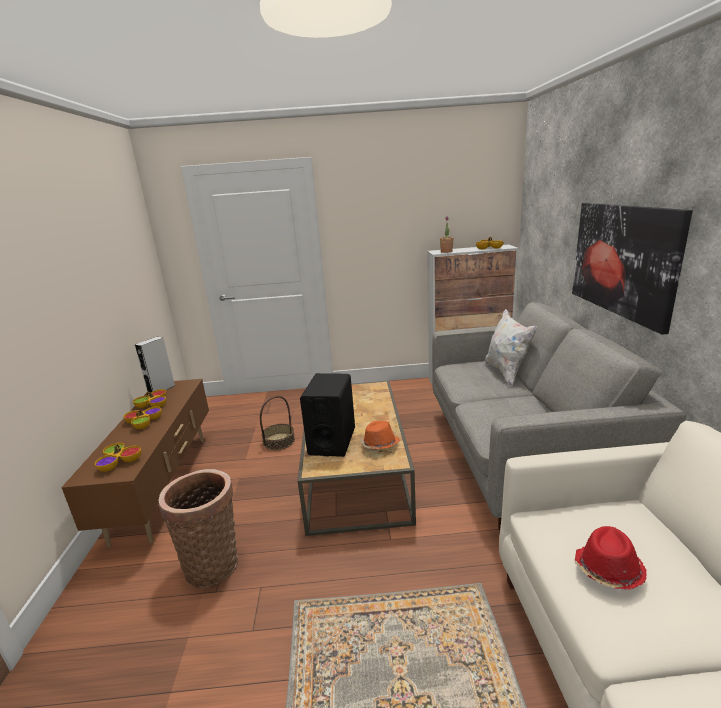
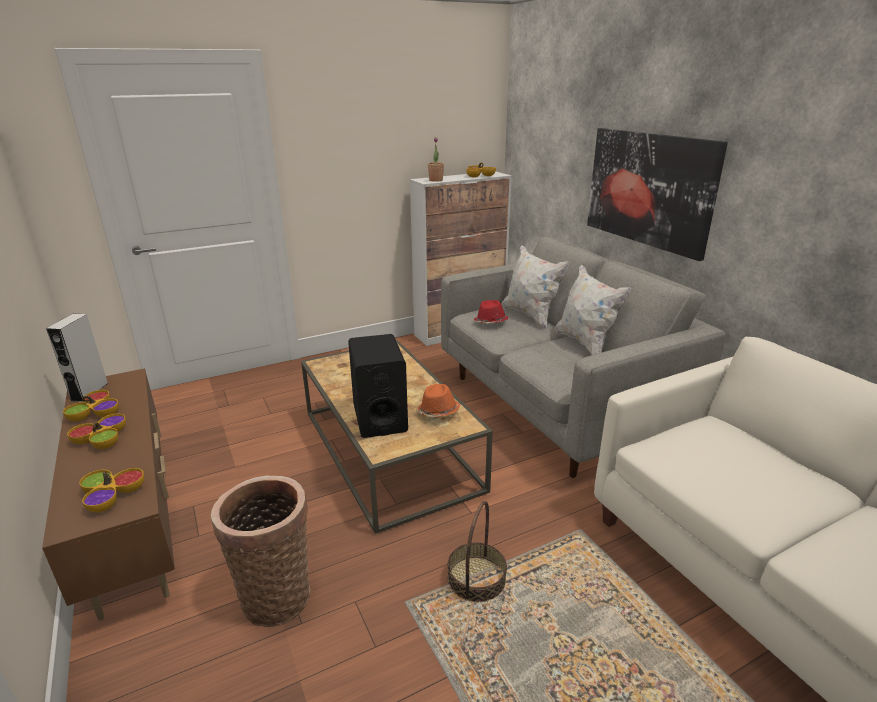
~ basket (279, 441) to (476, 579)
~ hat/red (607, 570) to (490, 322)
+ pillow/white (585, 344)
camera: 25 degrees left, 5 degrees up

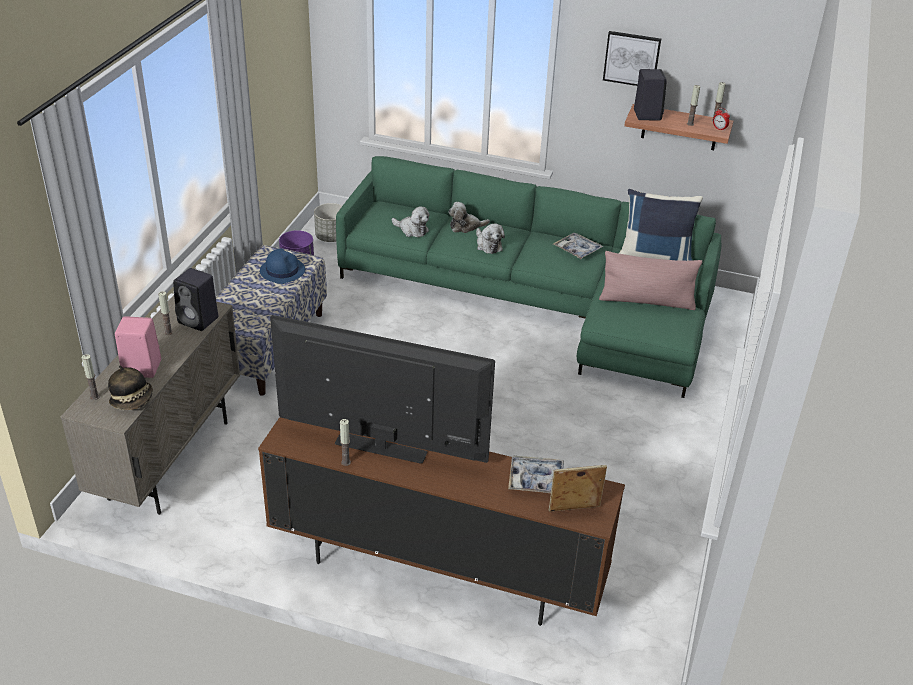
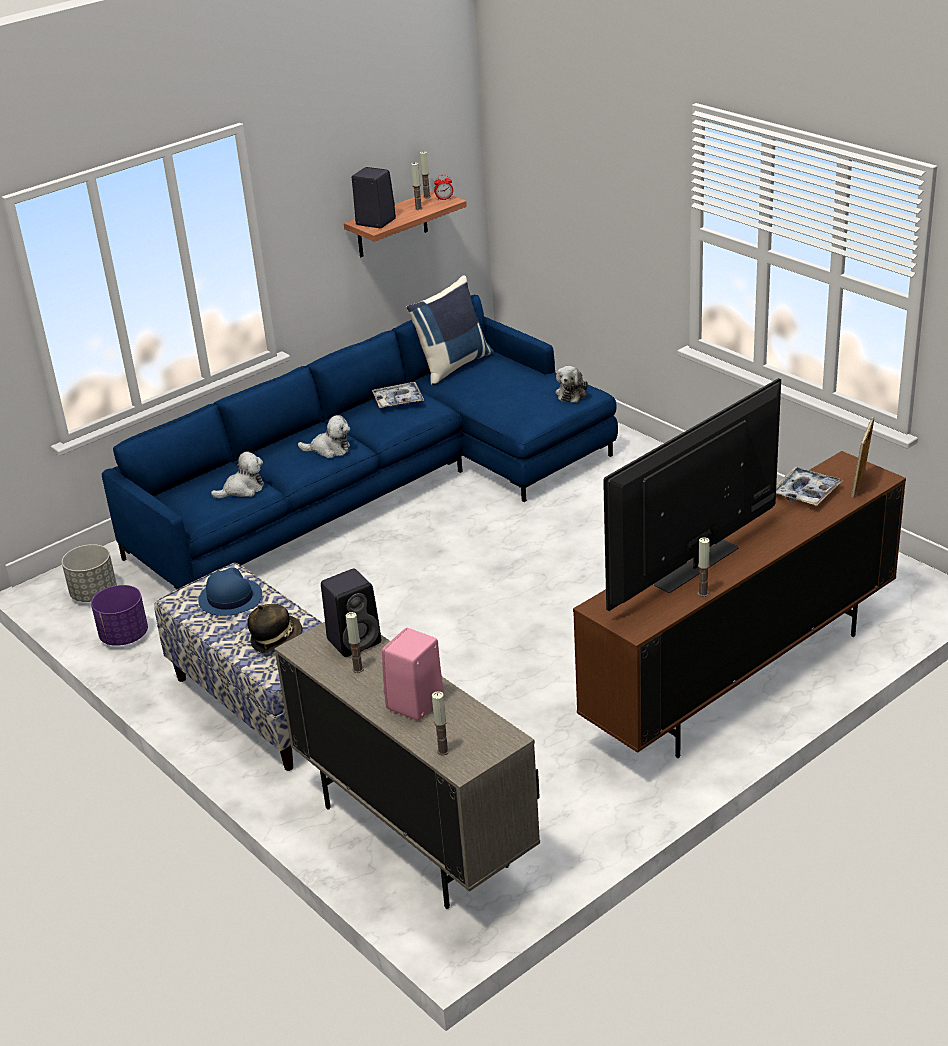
~ sofa/green (539, 301) to sofa/blue (382, 487)
~ hat (132, 400) to (276, 639)
~ plush toy (465, 227) to (572, 393)
- pillow/pink (646, 301)
- picture (631, 59)
camera: 55 degrees left, 5 degrees down

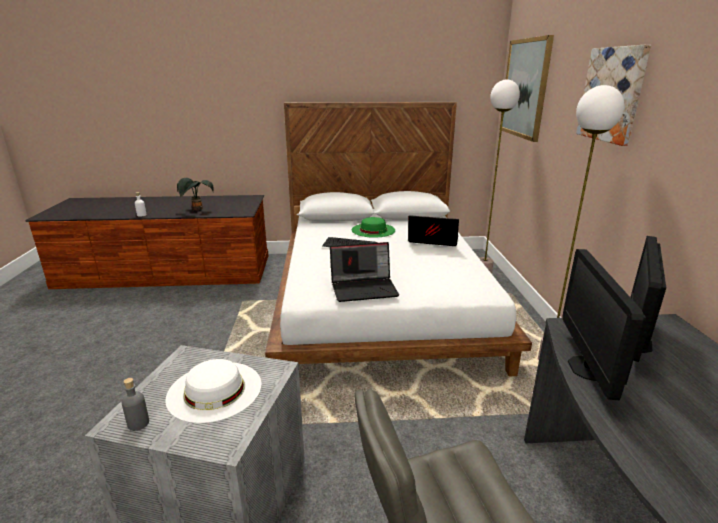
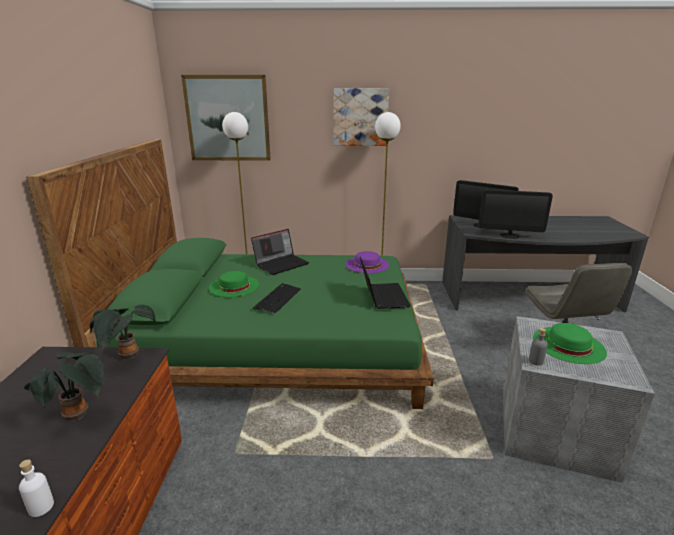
~ bed/white (381, 301) to bed/green (277, 342)
+ potted plant (128, 357)
~ laptop (432, 241) = (281, 264) 150 degrees counterclockwise
+ hat/purple (367, 264)
~ bottle/grey (138, 423) to (535, 361)
~ hat/white (214, 390) to hat/green (568, 344)
camera: 85 degrees left, 0 degrees up

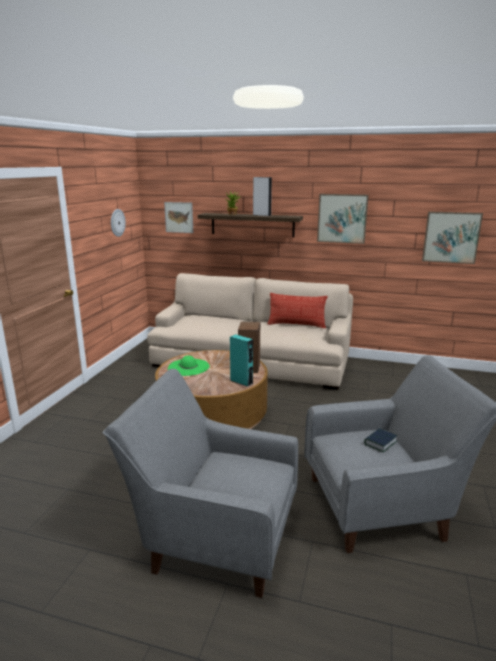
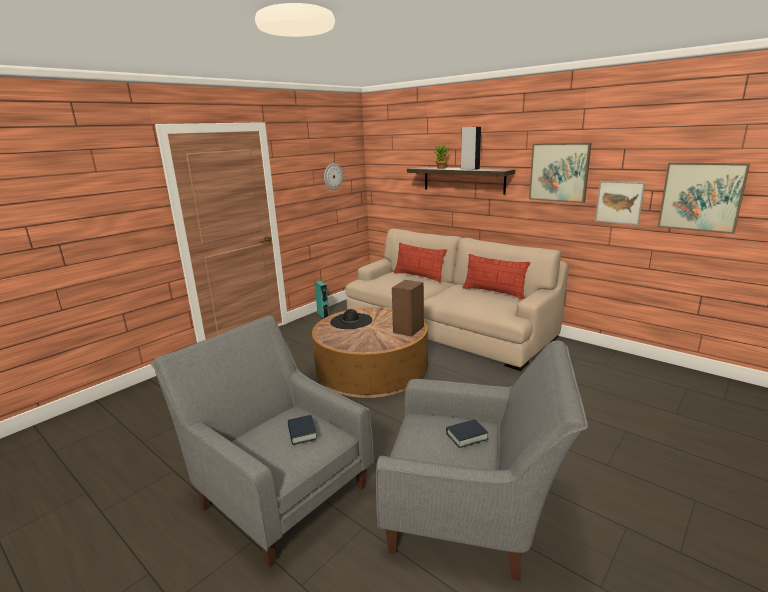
+ book (302, 433)
~ speaker/turquoise (241, 382) to (323, 315)
~ hat/green (188, 367) to hat/black (351, 321)
+ pillow (419, 276)
~ picture (179, 217) to (619, 202)
camera: 25 degrees right, 0 degrees up

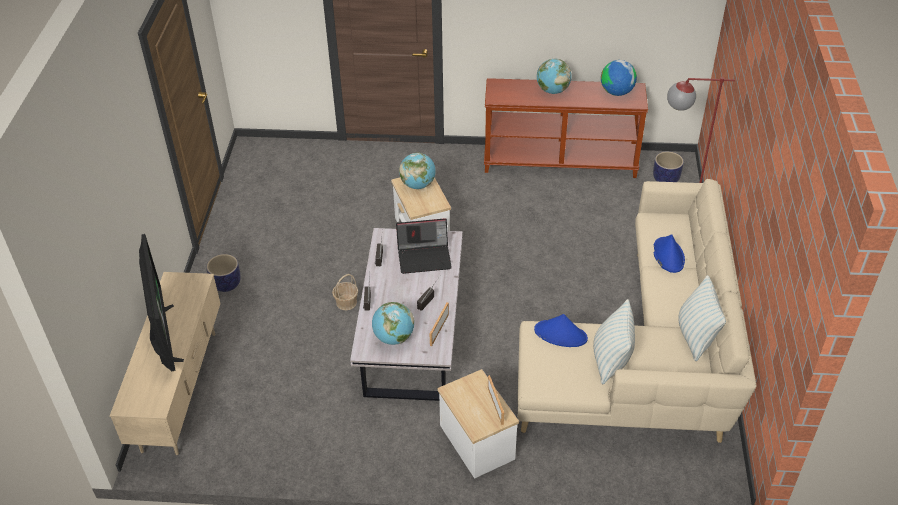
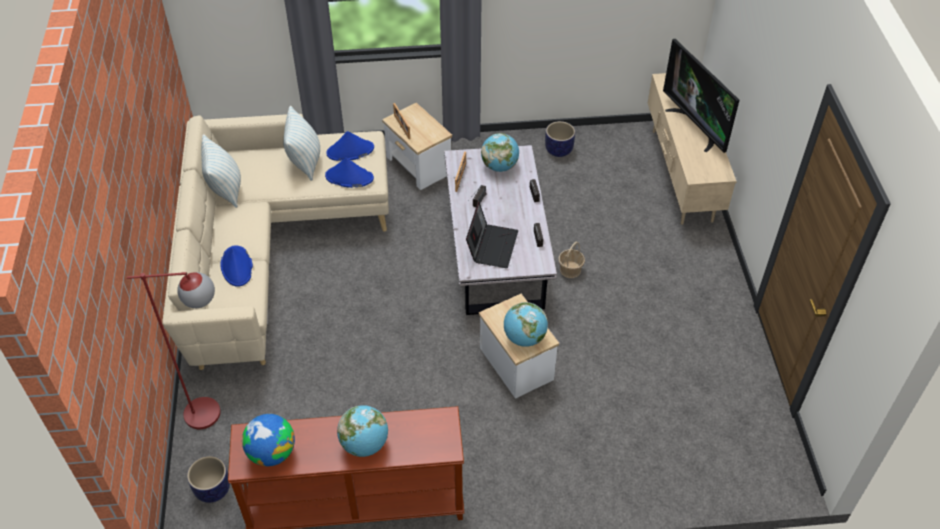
+ hat/blue (350, 151)
~ laptop (425, 257) = (492, 245) 120 degrees clockwise
~ planter (226, 284) to (559, 150)
camera: 170 degrees right, 5 degrees up

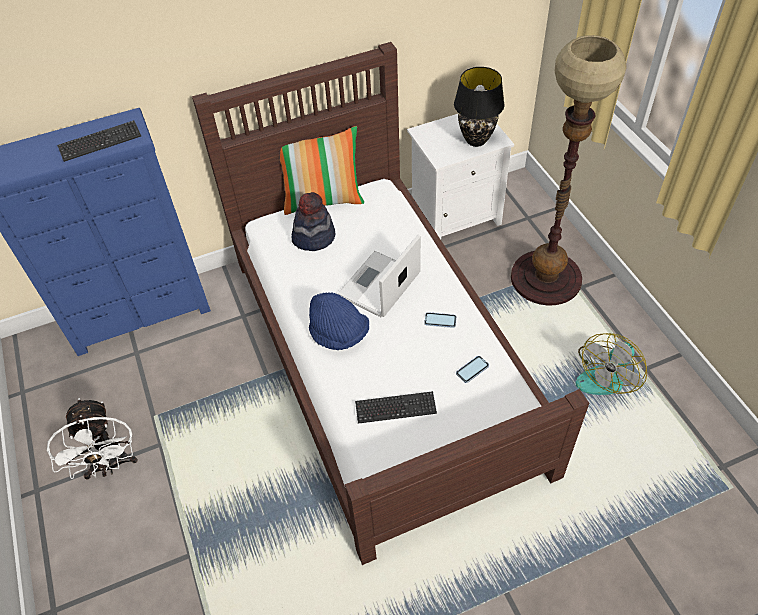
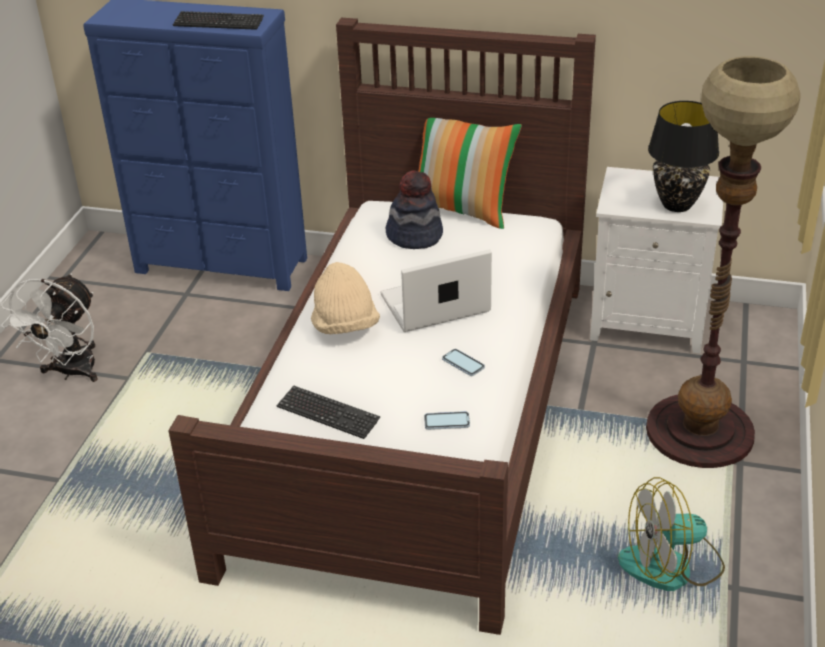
~ hat/blue (339, 334) to hat/beige (345, 326)
camera: 35 degrees right, 15 degrees down

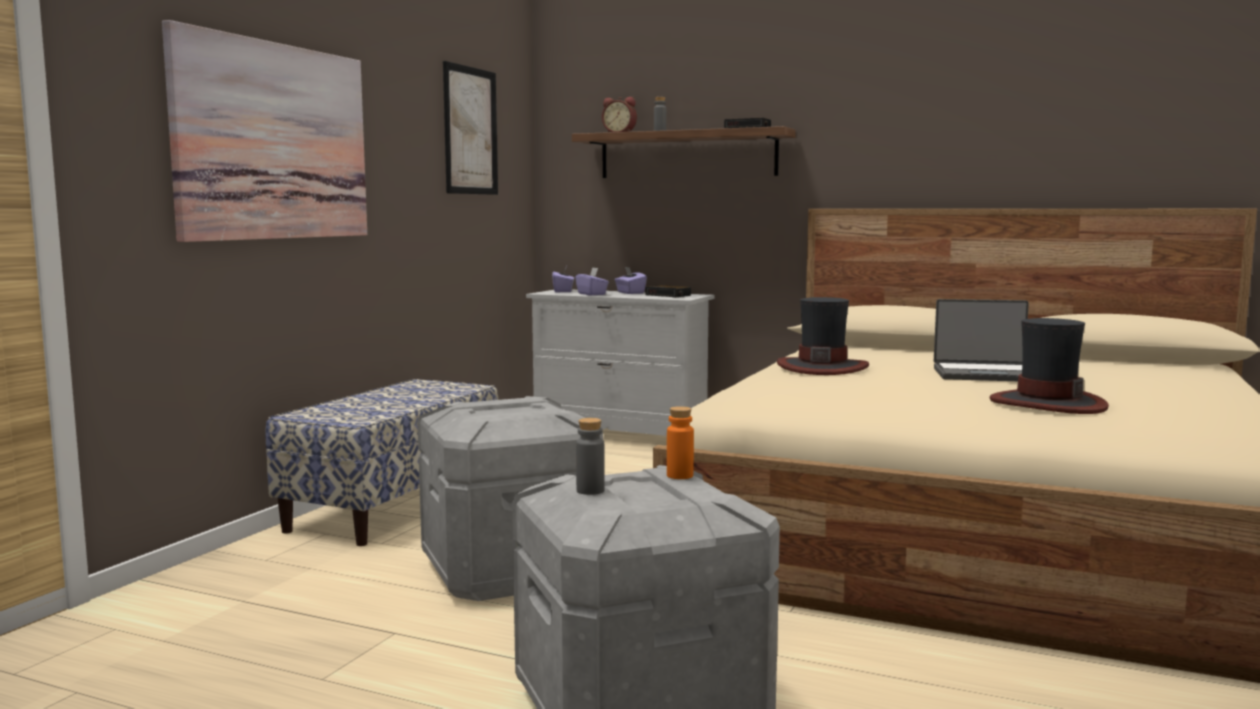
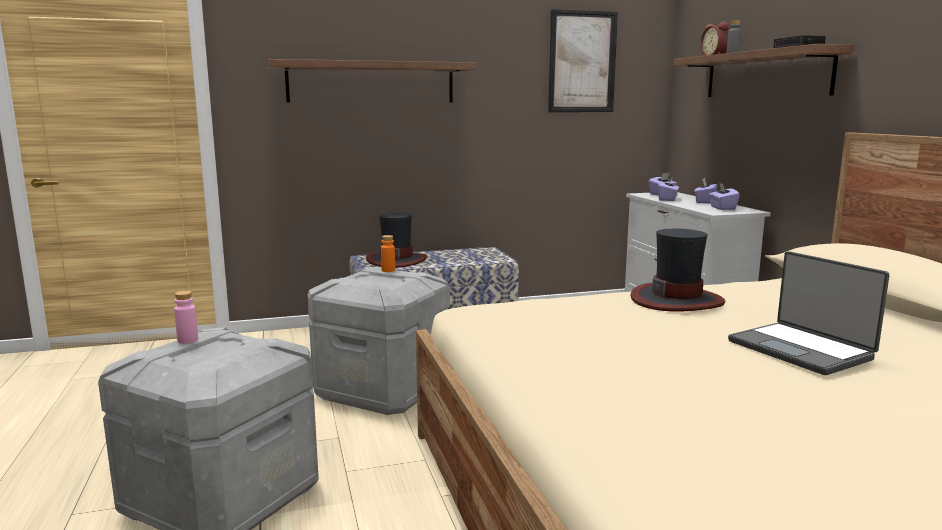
~ bottle/grey (590, 491) to bottle/pink (188, 340)
~ picture (274, 142) to shelf (371, 82)
~ hat (1046, 404) to (396, 260)
~ bottle/orange (680, 475) to (388, 270)
~ alarm clock (668, 295) to tissue box/purple (722, 208)
camera: 50 degrees right, 5 degrees up

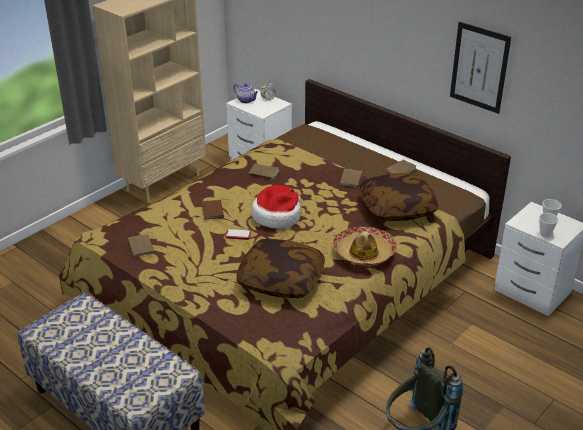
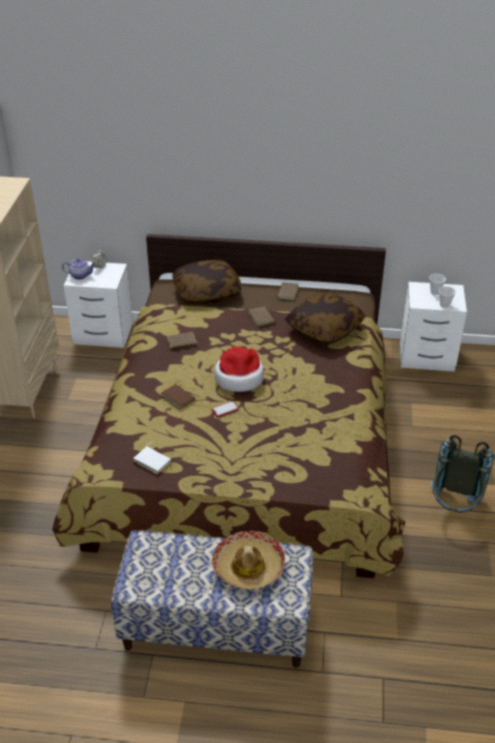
~ book/brown (142, 247) to book/white (153, 460)
~ pillow (281, 280) to (207, 292)
~ hat (364, 253) to (248, 566)
- picture (479, 67)
camera: 35 degrees left, 5 degrees up

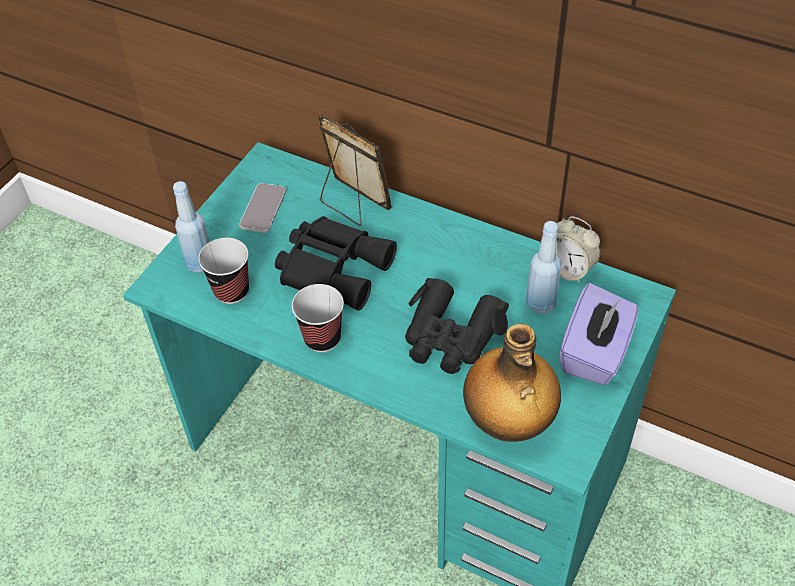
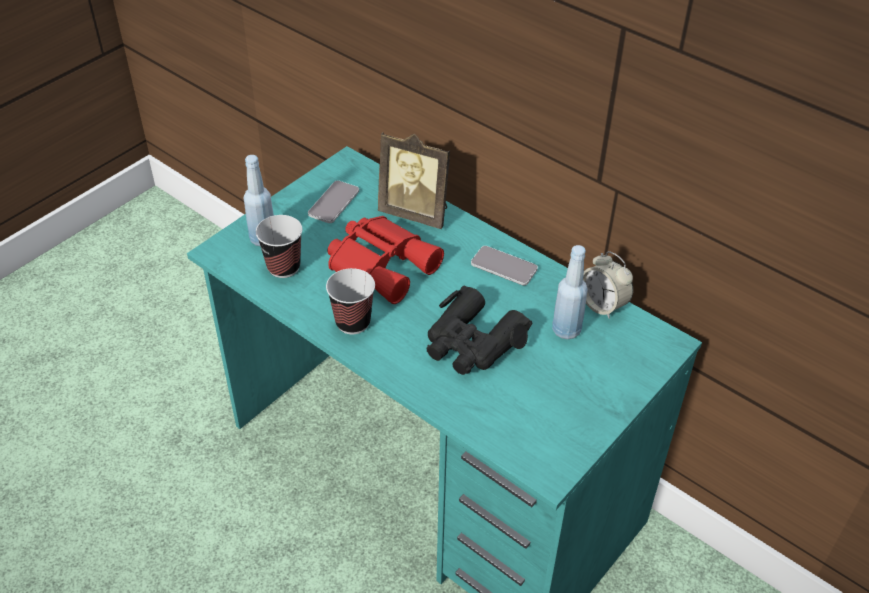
~ binoculars/black (334, 267) to binoculars/red (383, 264)
~ picture frame (352, 204) = (416, 213) 150 degrees clockwise
+ phone (504, 266)
- bottle (507, 424)
- tissue box/purple (595, 353)
camera: 10 degrees right, 5 degrees down

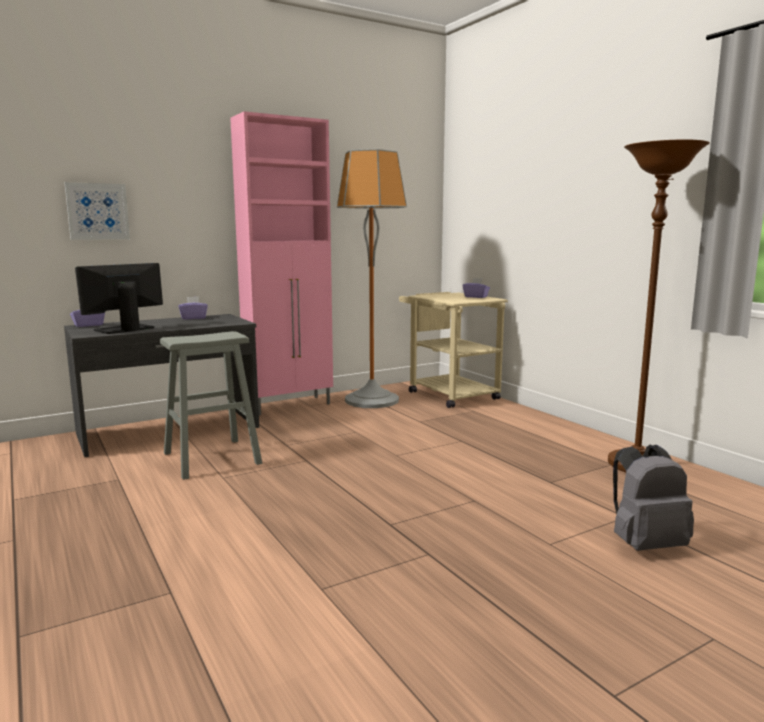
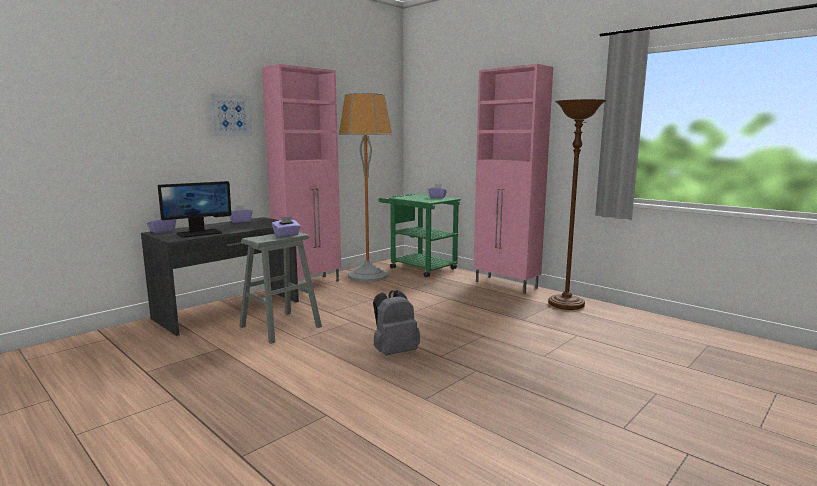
~ monitor (124, 329) = (199, 233) 150 degrees counterclockwise
~ picture (97, 211) to (231, 115)
+ tissue box/purple (286, 235)
~ backpack/grey (645, 544) to (394, 352)
~ cart/beige (448, 393) to cart/green (418, 267)
+ cabinet/pink (506, 285)
camera: 15 degrees left, 0 degrees up

